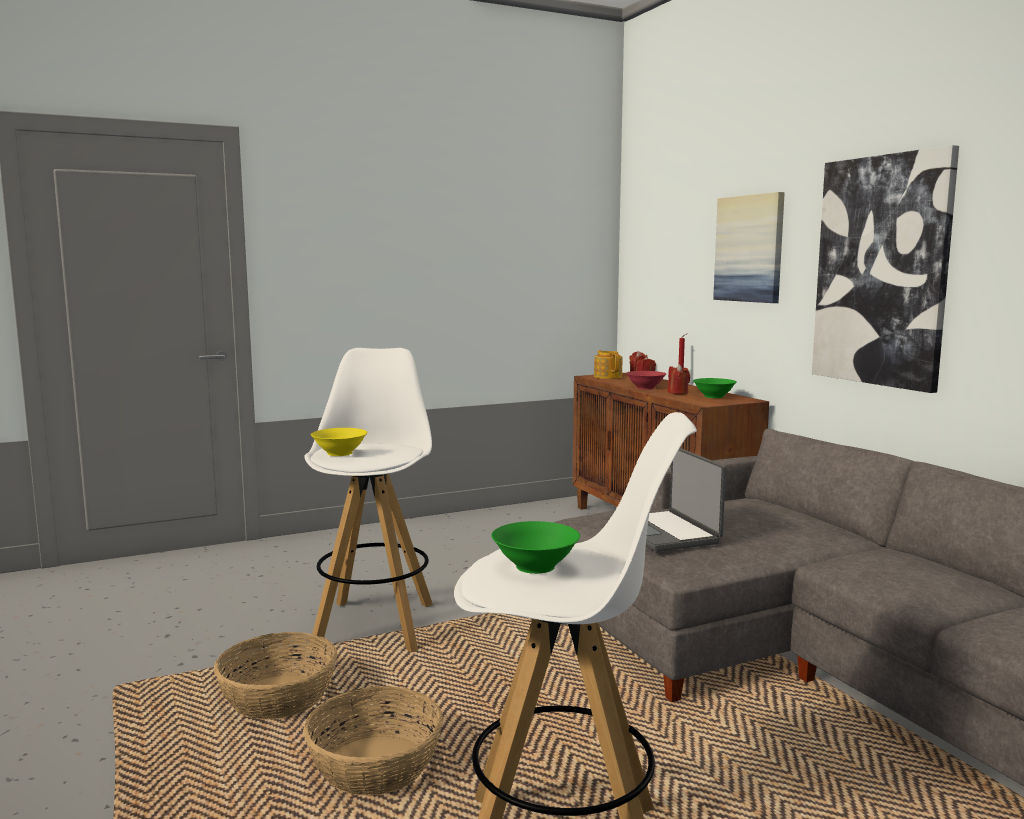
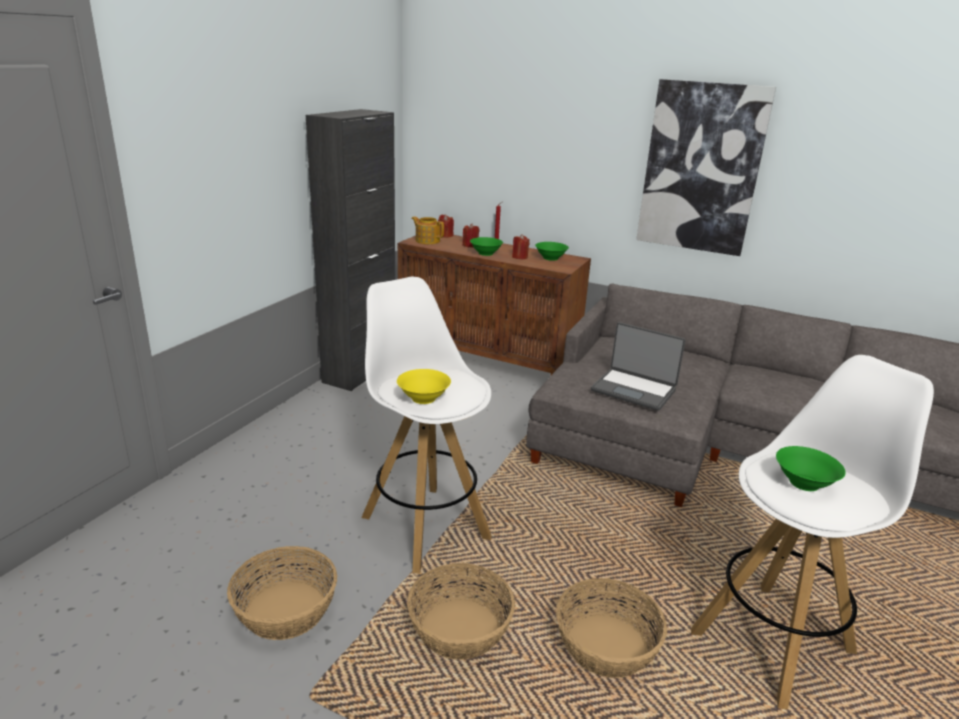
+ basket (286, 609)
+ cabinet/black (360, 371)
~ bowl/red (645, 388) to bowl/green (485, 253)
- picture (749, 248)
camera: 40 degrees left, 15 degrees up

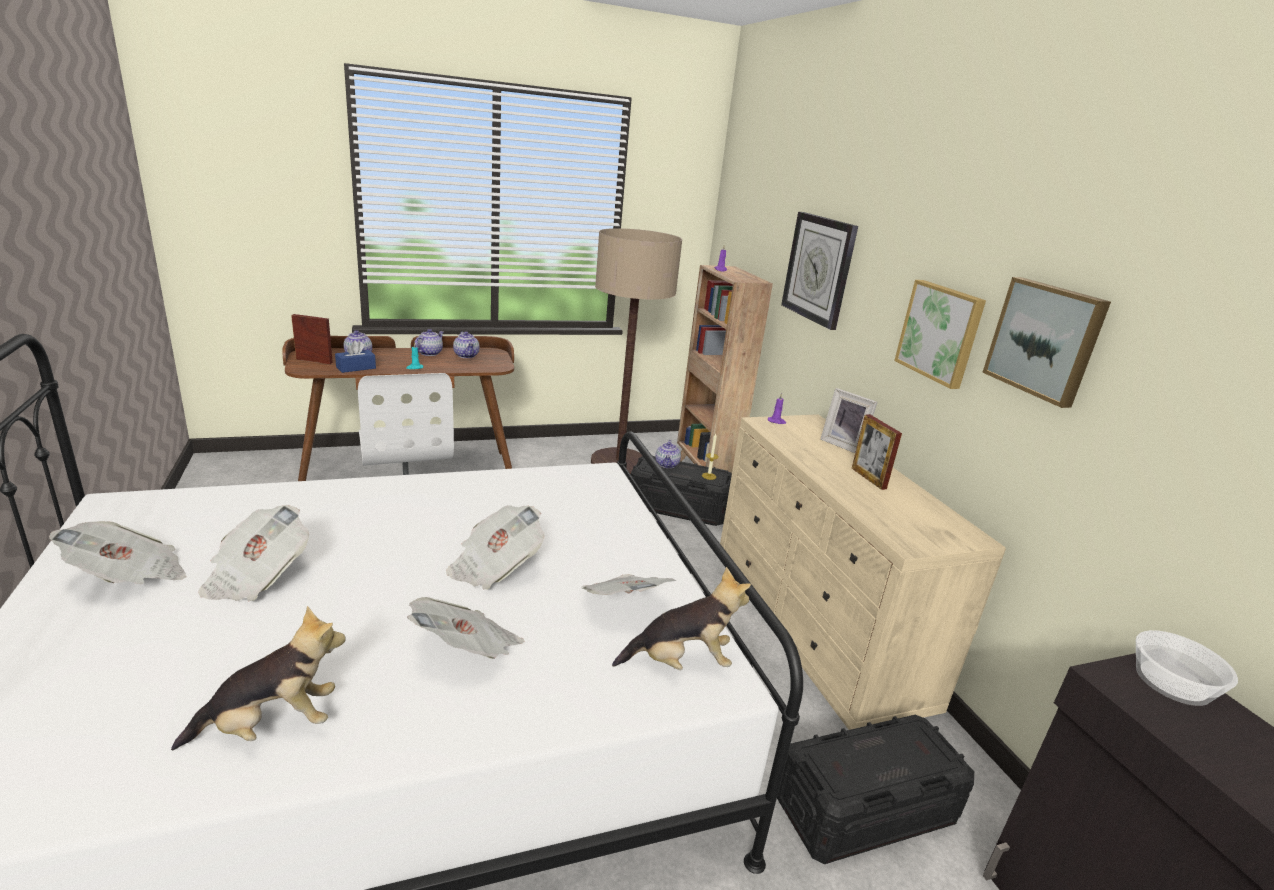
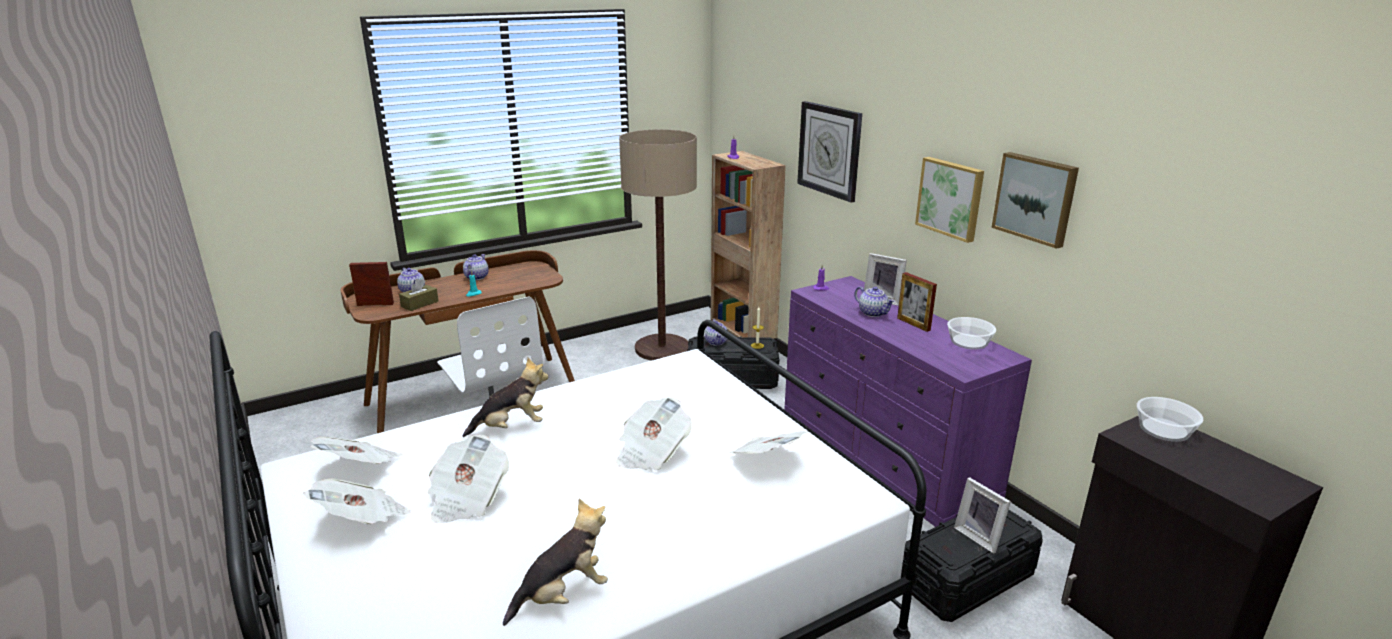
~ newspaper (468, 650) to (361, 467)
~ tissue box/blue (356, 368) to tissue box/brown (420, 304)
~ plush toy (681, 662) to (511, 427)
~ dresser/beige (815, 628) to dresser/purple (885, 457)
~ teapot (466, 355) to (873, 313)
+ bowl (969, 341)
+ picture frame (980, 536)
camera: 10 degrees left, 0 degrees up

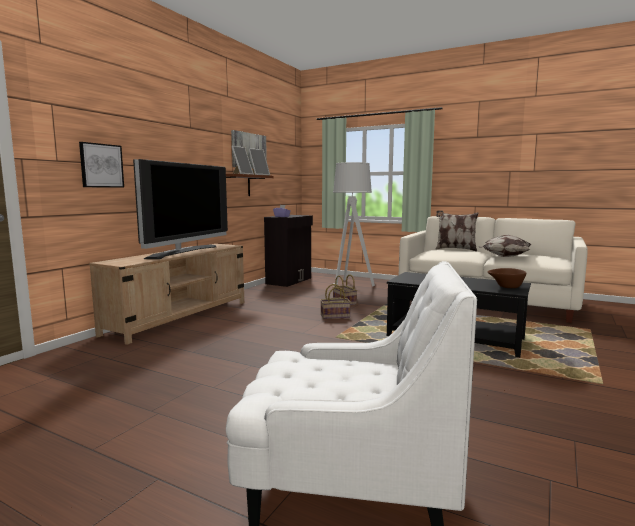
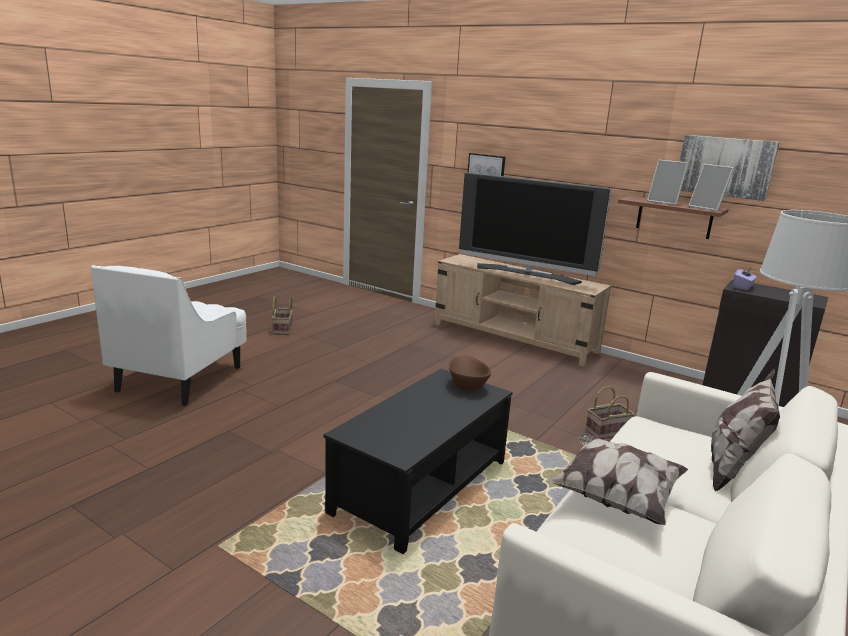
~ basket (335, 316) to (283, 329)
~ bowl/brown (505, 287) to (467, 385)
camera: 95 degrees right, 10 degrees up

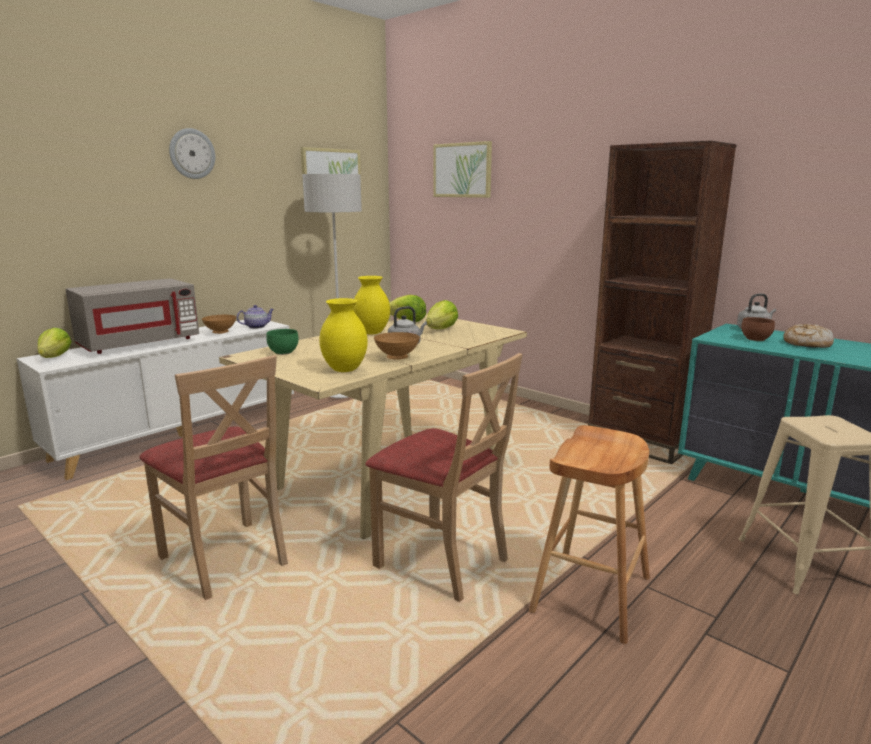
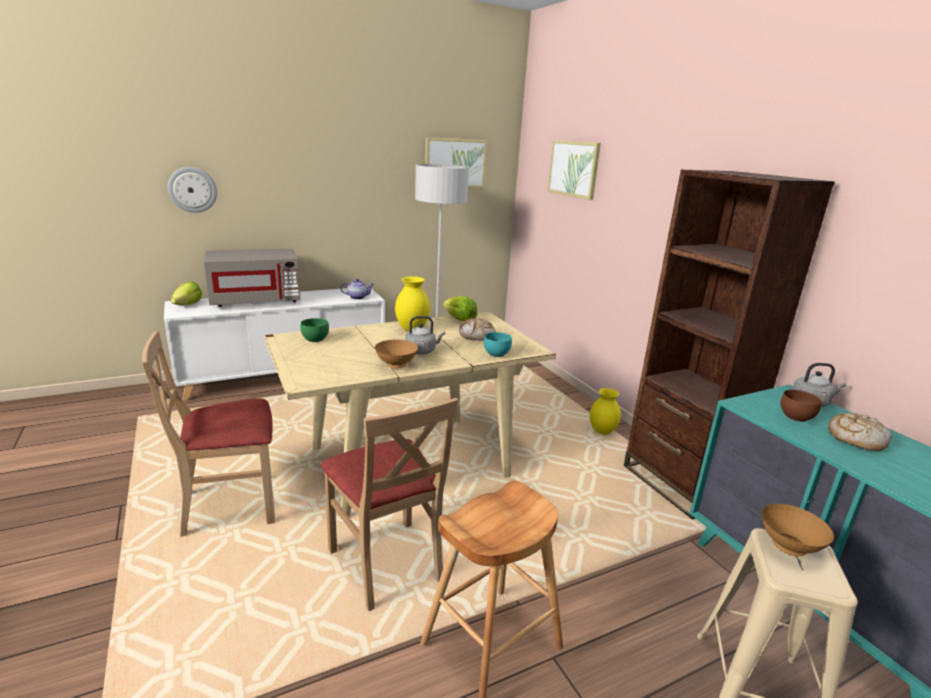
~ chair/beige (225, 559) = (229, 506) 90 degrees clockwise
~ wall clock (192, 154) to (192, 189)
~ lettuce (441, 329) to bread (477, 336)
+ bowl/turquoise (497, 354)
~ vase/yellow (344, 370) to (602, 432)
~ bowl/brown (221, 333) to (789, 548)
camera: 20 degrees right, 5 degrees up

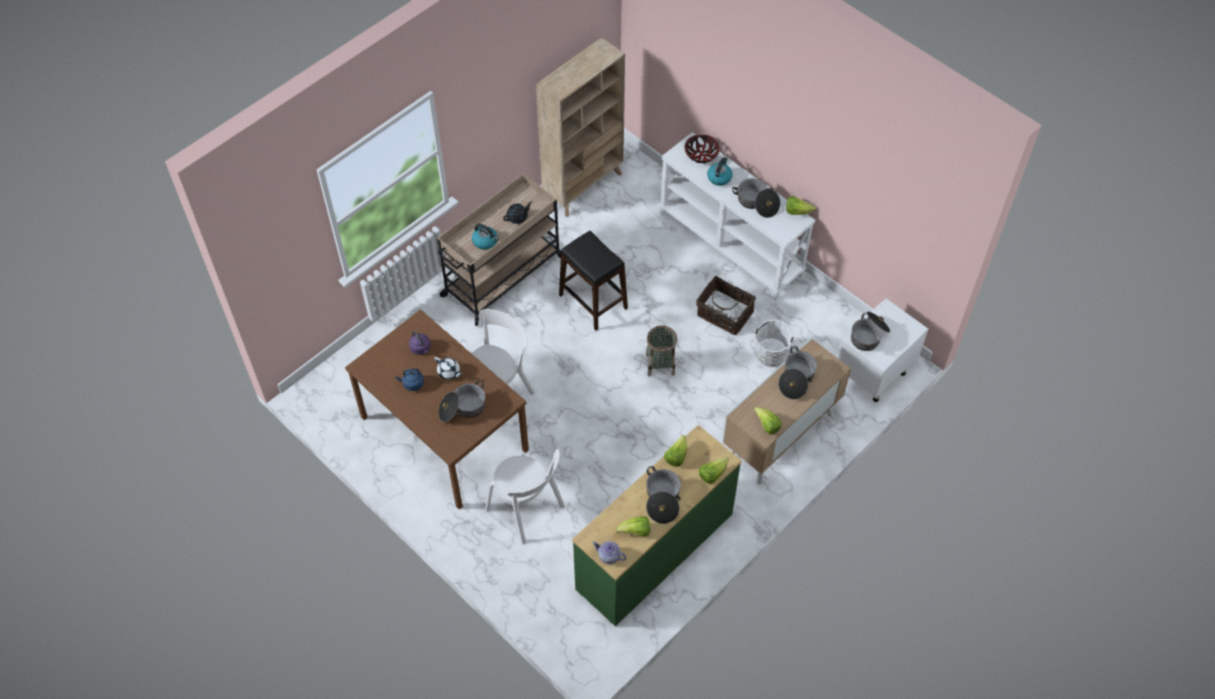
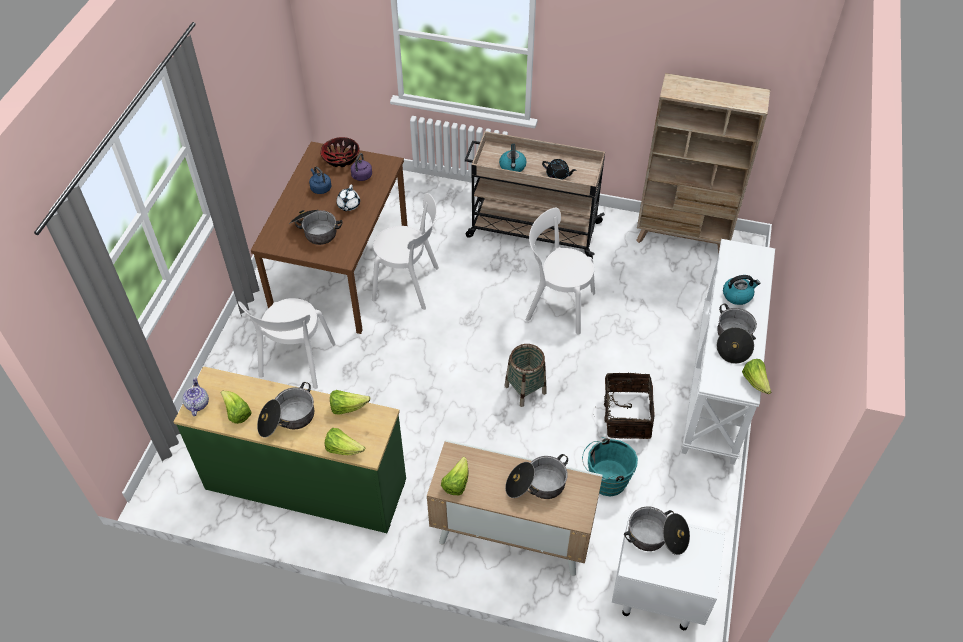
~ bowl (701, 155) to (341, 159)
~ stool/black (593, 302) to chair/white (557, 304)
~ bucket/white (770, 356) to bucket/turquoise (605, 480)
camera: 60 degrees right, 5 degrees down

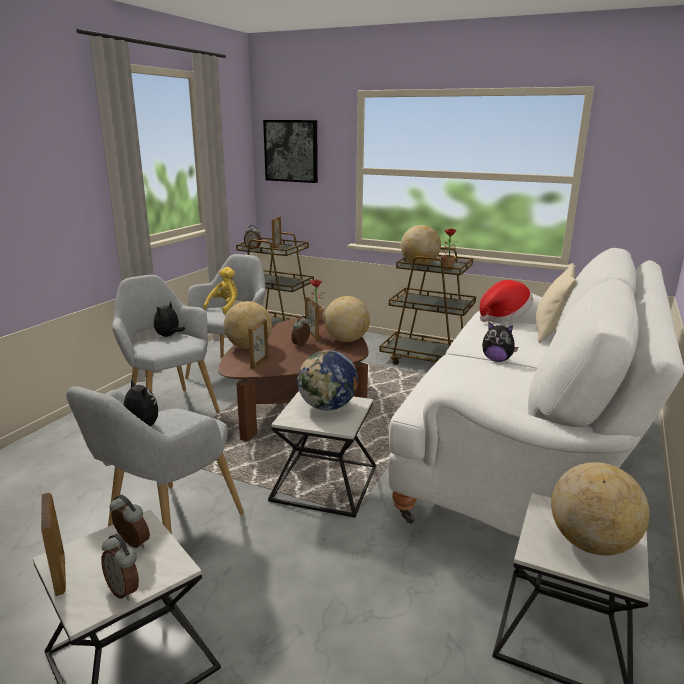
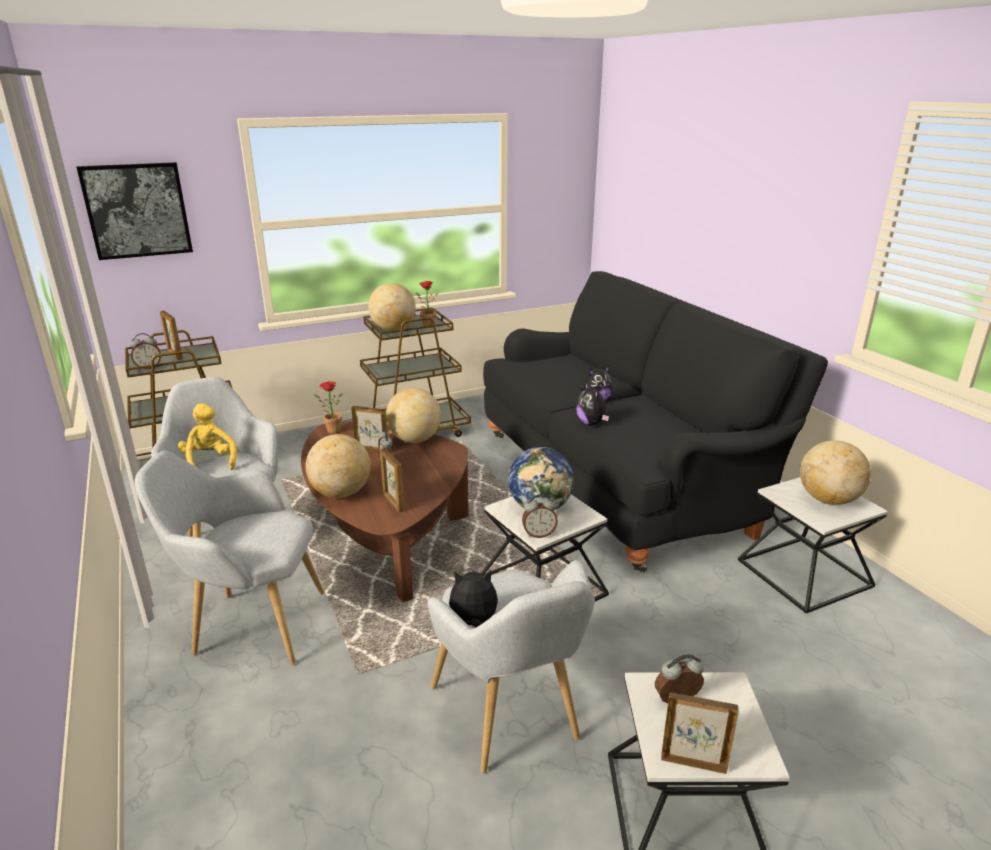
~ sofa/white (527, 459) to sofa/black (620, 479)
~ alarm clock (124, 590) to (539, 534)
~ plush toy (169, 336) to (591, 423)
- hat (503, 318)
- pillow/beige (550, 333)
camera: 50 degrees left, 5 degrees up

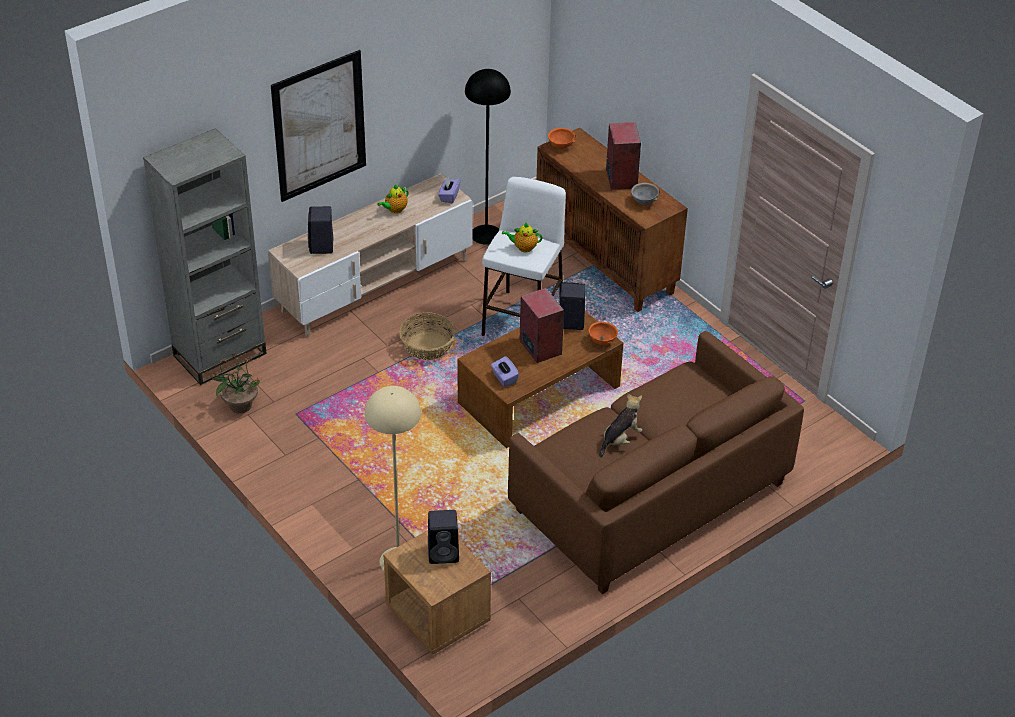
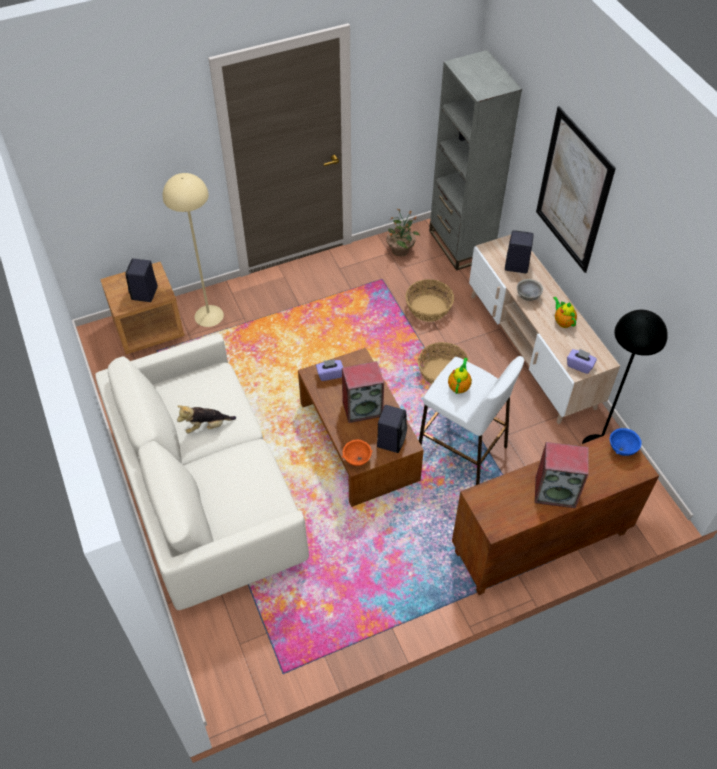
~ sofa/brown (650, 497) to sofa/white (207, 494)
~ plush toy (620, 439) = (207, 426) 105 degrees clockwise
+ basket (428, 308)
~ bowl/grey (644, 202) to (527, 296)
~ bowl/orange (561, 146) to bowl/blue (621, 449)
camera: 105 degrees right, 10 degrees up

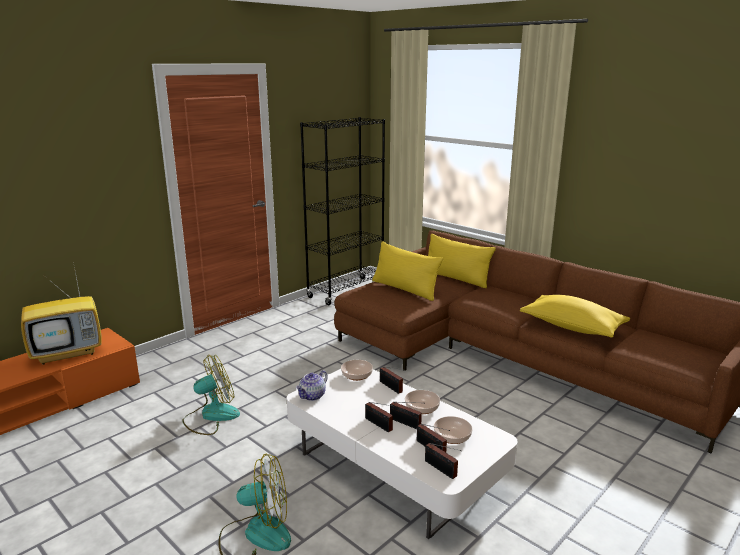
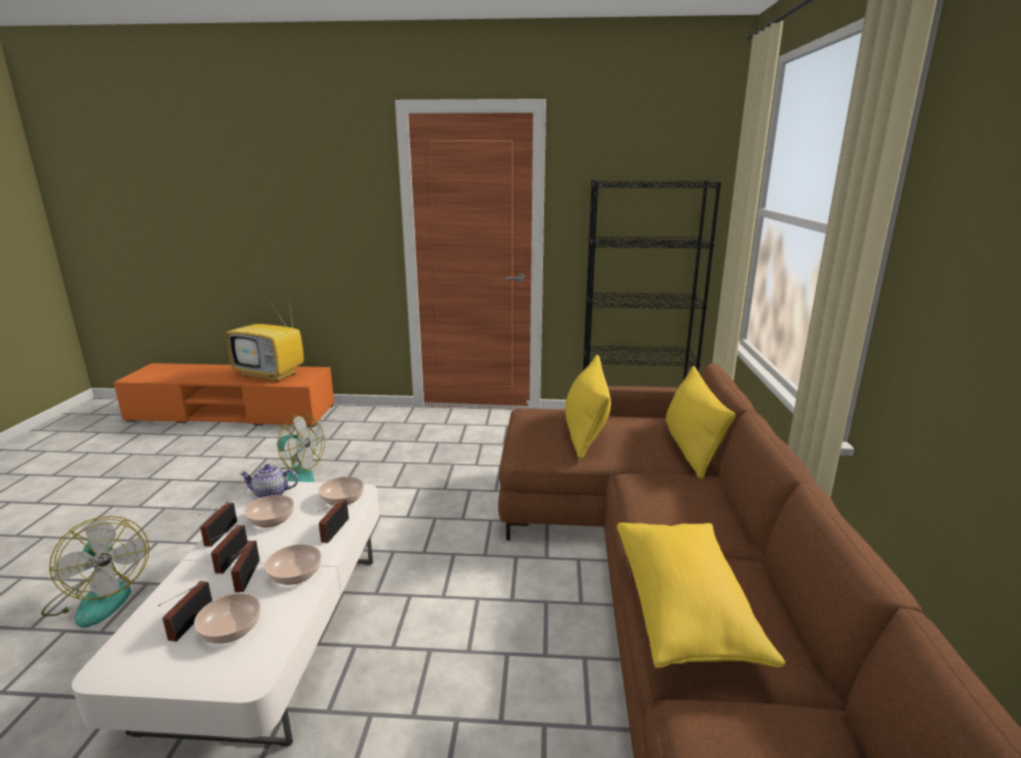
~ radio (442, 470) to (219, 535)
+ bowl (270, 520)
camera: 50 degrees right, 0 degrees up

